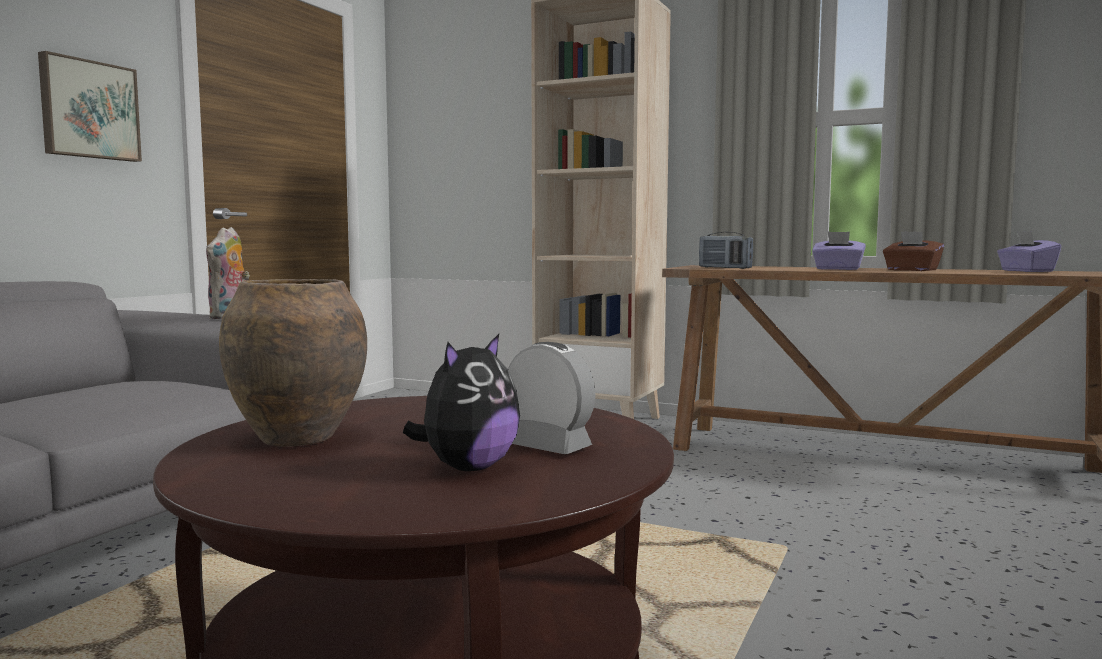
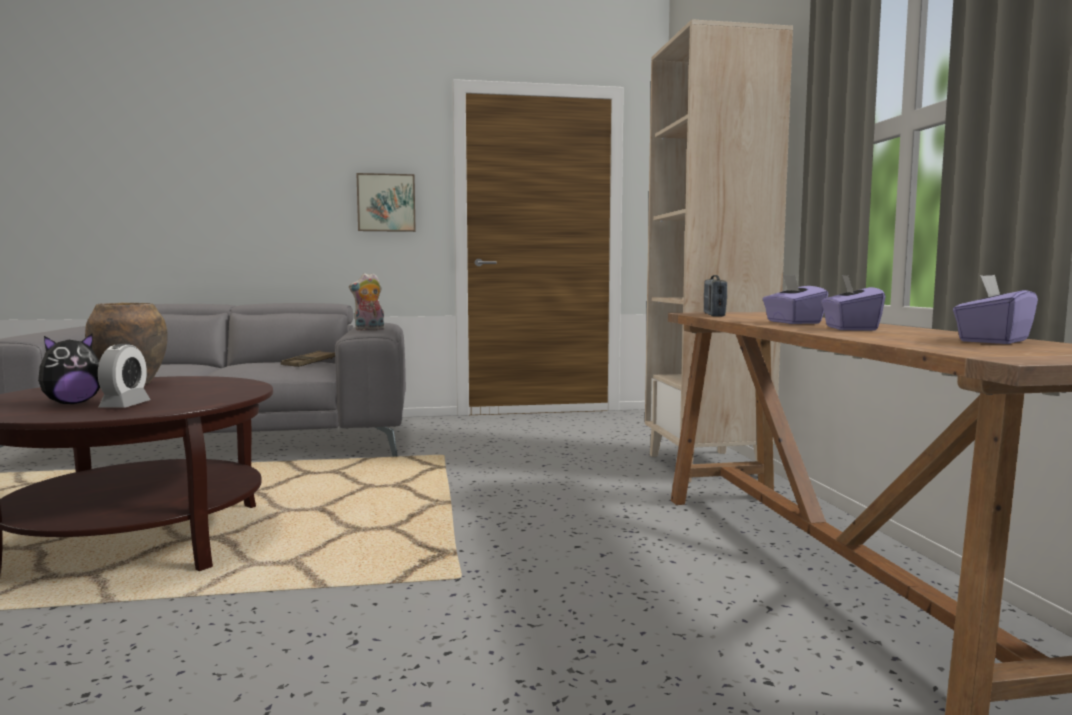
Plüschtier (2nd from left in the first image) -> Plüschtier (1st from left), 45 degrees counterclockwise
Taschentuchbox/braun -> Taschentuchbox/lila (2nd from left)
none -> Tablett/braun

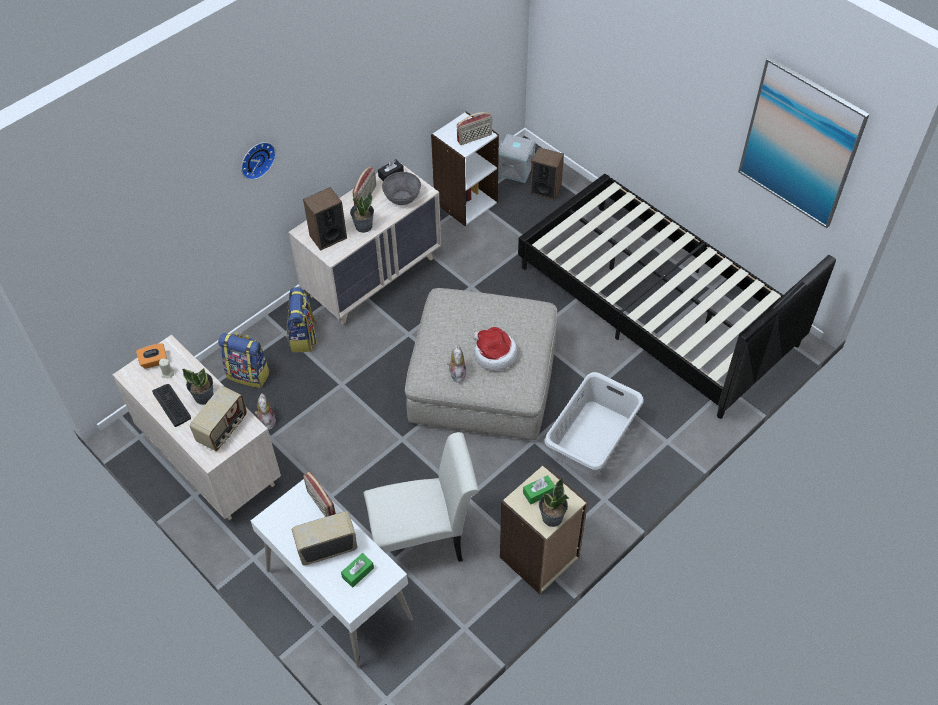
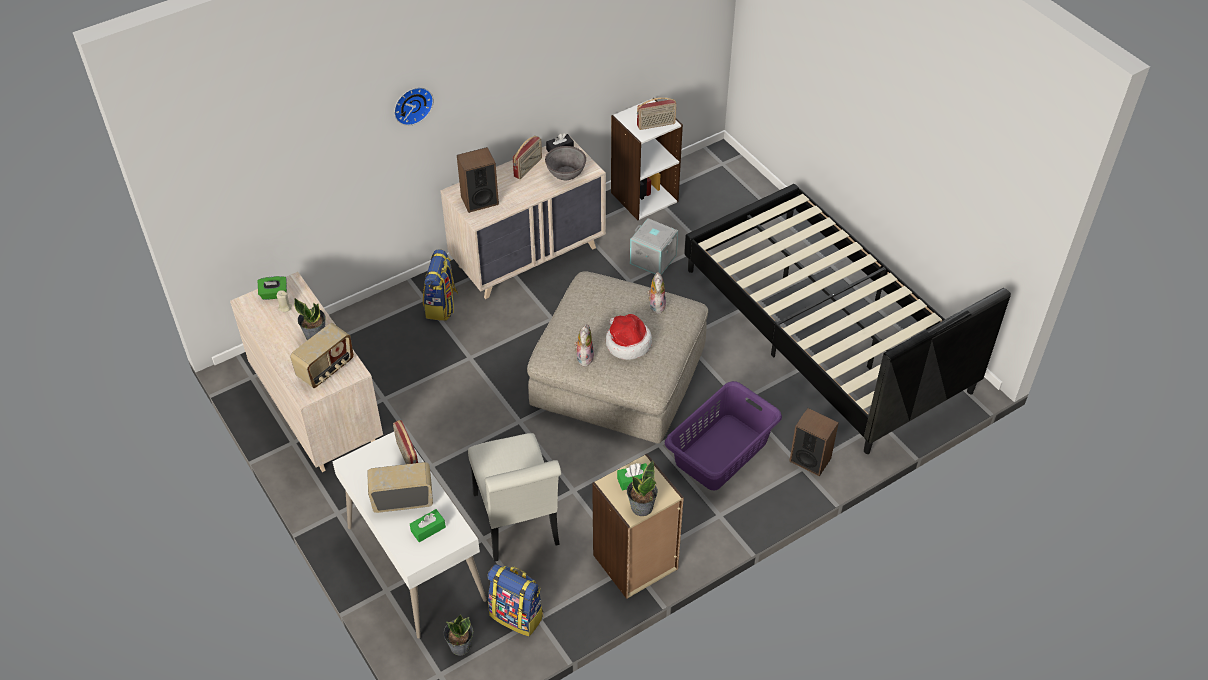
Taschentuchbox/orange -> Taschentuchbox/grün (1st from left)
Tastatur -> none
Rucksack (1st from left in the first image) -> Rucksack (2nd from left), moved
Plüschtier (1st from left in the first image) -> Plüschtier (2nd from left), moved
Topfpflanze (2nd from left), moved
Stuhl/weiß, 75 degrees clockwise
Aufbewahrungsbox/grau, moved
Lautsprecher (2nd from left), moved
Wäschekorb/grau -> Wäschekorb/lila
Bild -> none

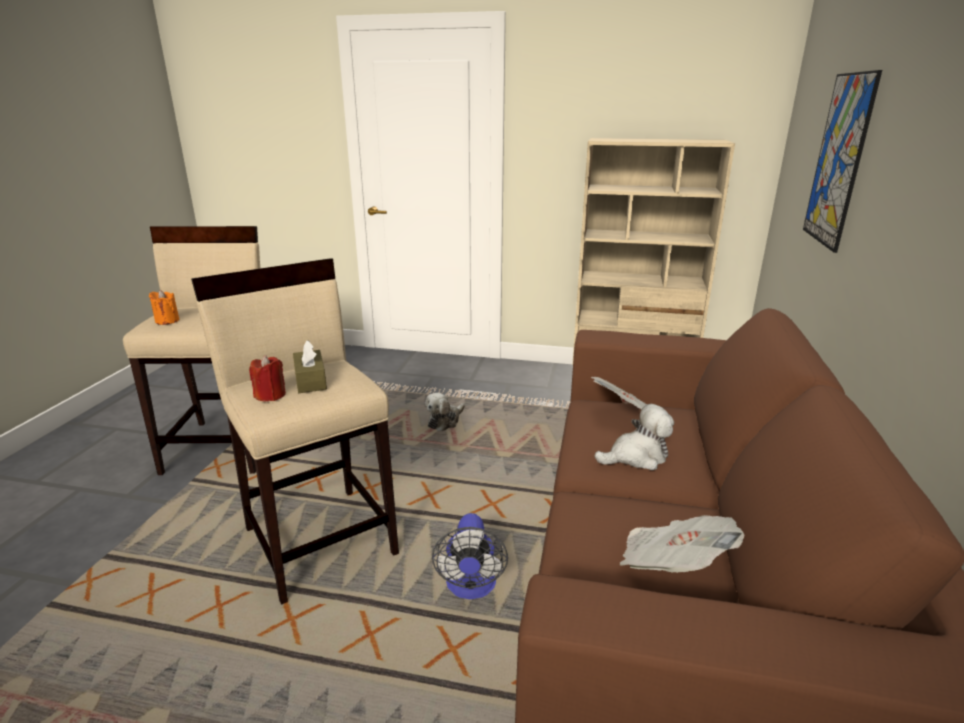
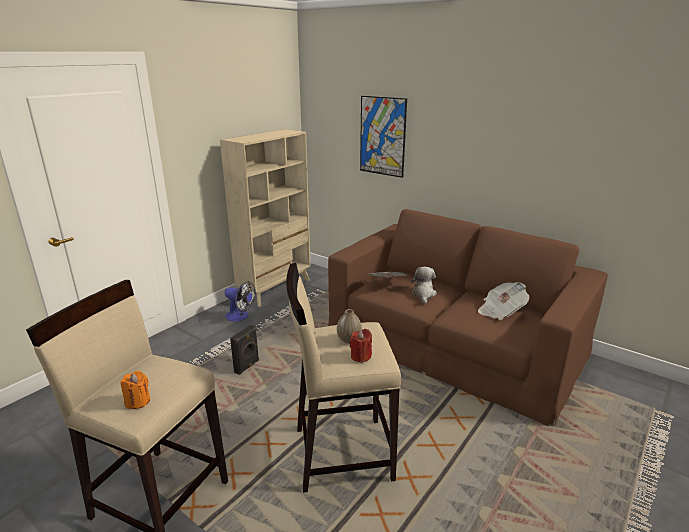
Taschentuchbox/braun -> Vase
Plüschtier (1st from left) -> Lautsprecher/schwarz
Ventilator, moved

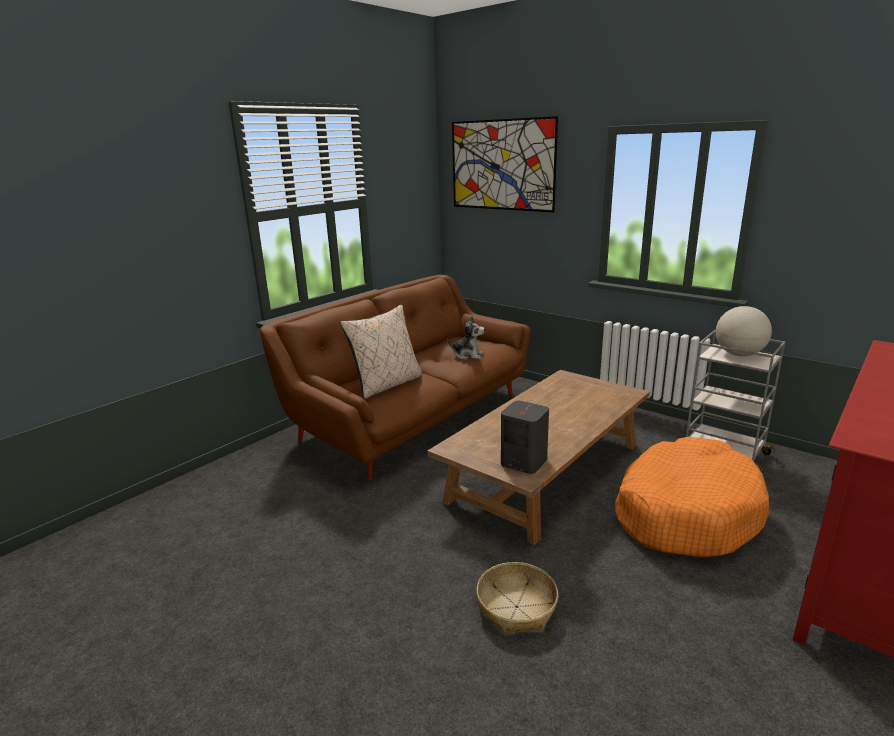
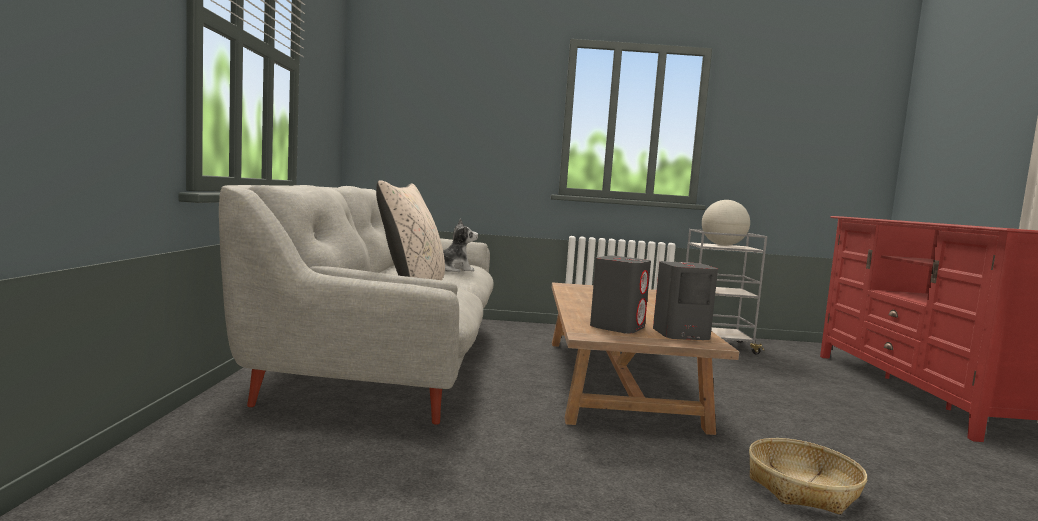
Sofa/braun -> Sofa/grau
Bild -> none
Hundebett/orange -> none
none -> Lautsprecher/grau (1st from left)

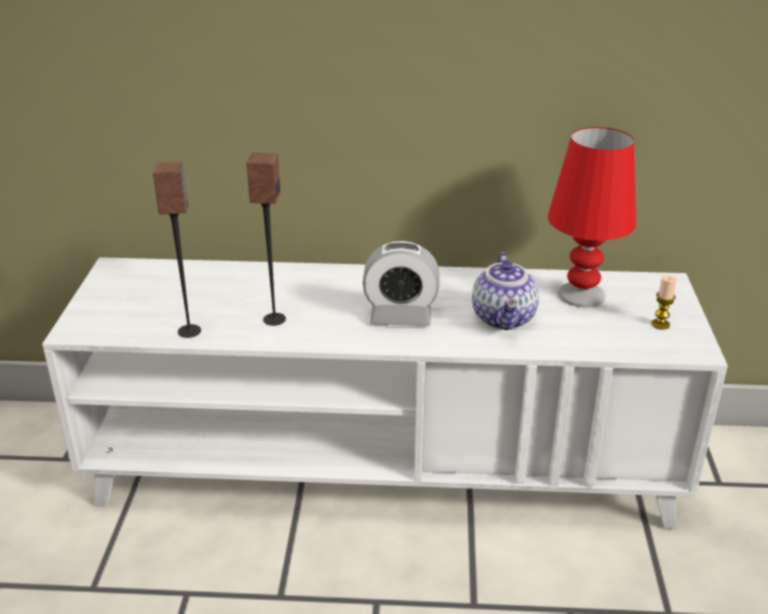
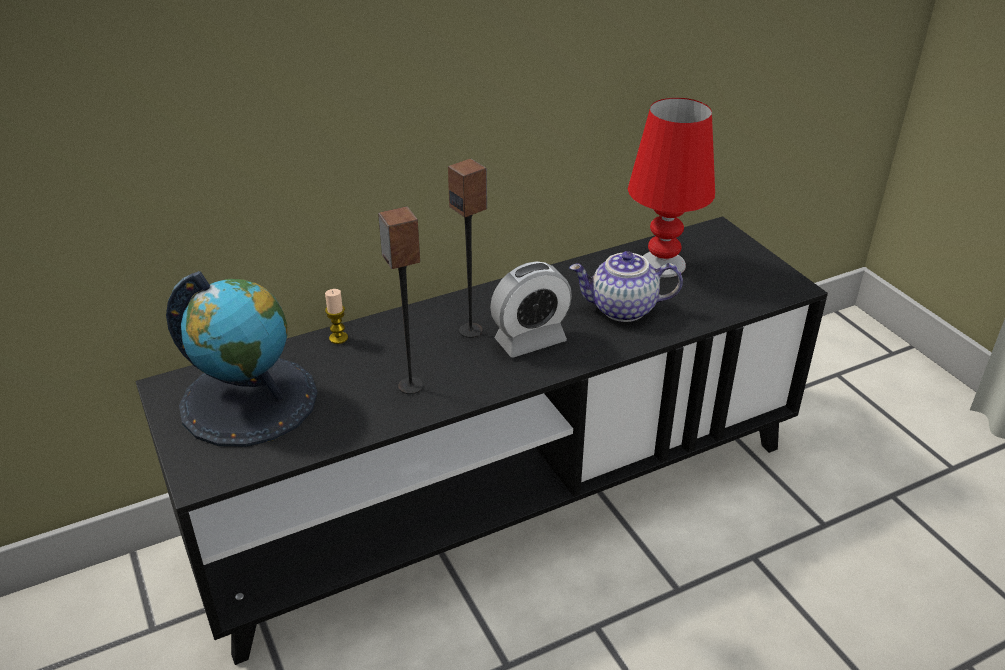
Fernsehschrank/weiß -> Fernsehschrank/schwarz
Lautsprecher (1st from left in the first image) -> Lautsprecher (2nd from left), moved
Teekanne, 120 degrees clockwise
Kerze, moved
none -> Globus

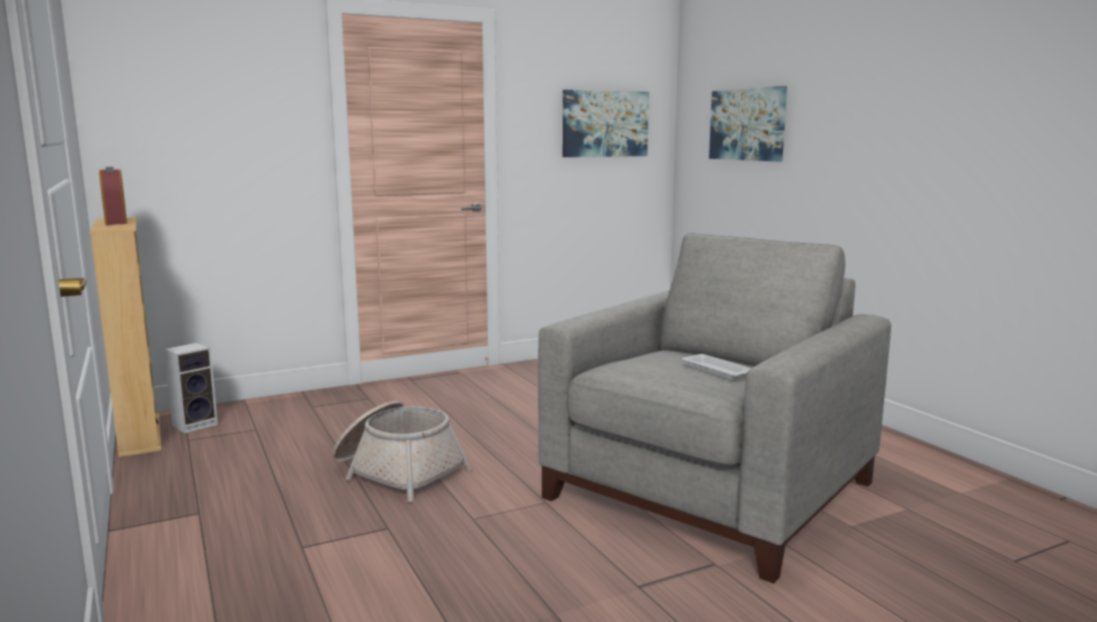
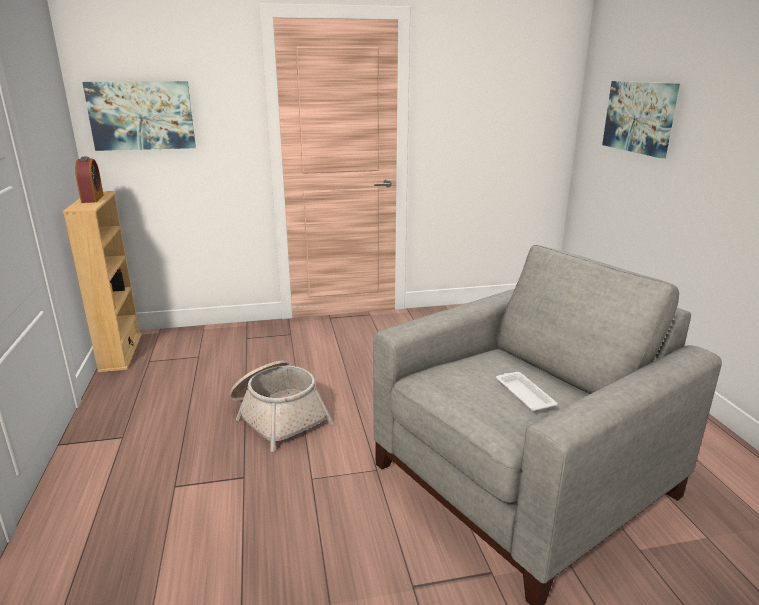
Lautsprecher -> none
Bild (1st from left), moved

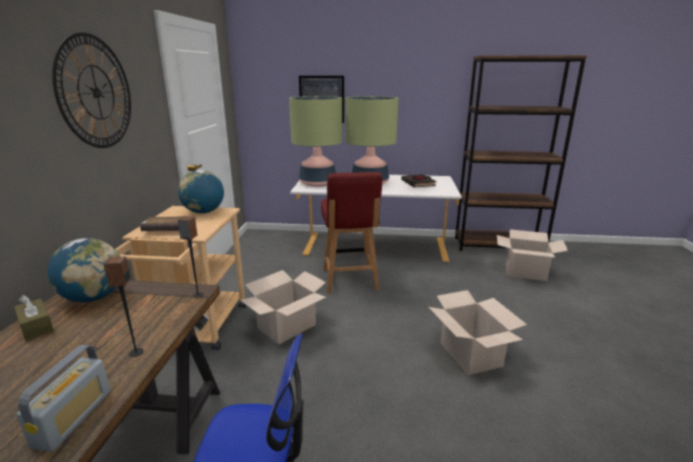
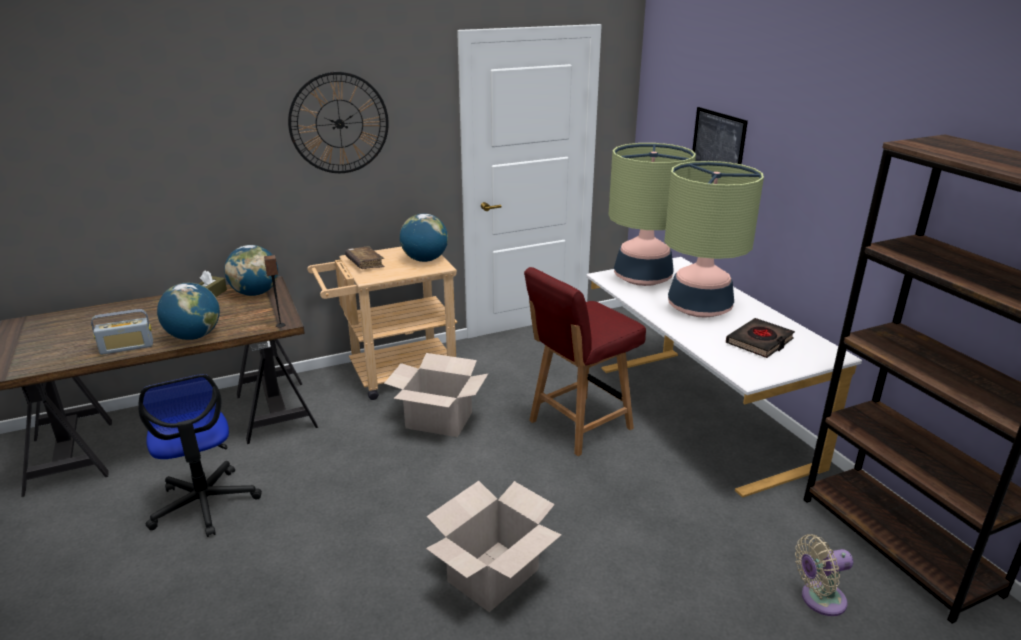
Lautsprecher (1st from left) -> Globus (1st from left)
Karton (3rd from left) -> Ventilator/beige

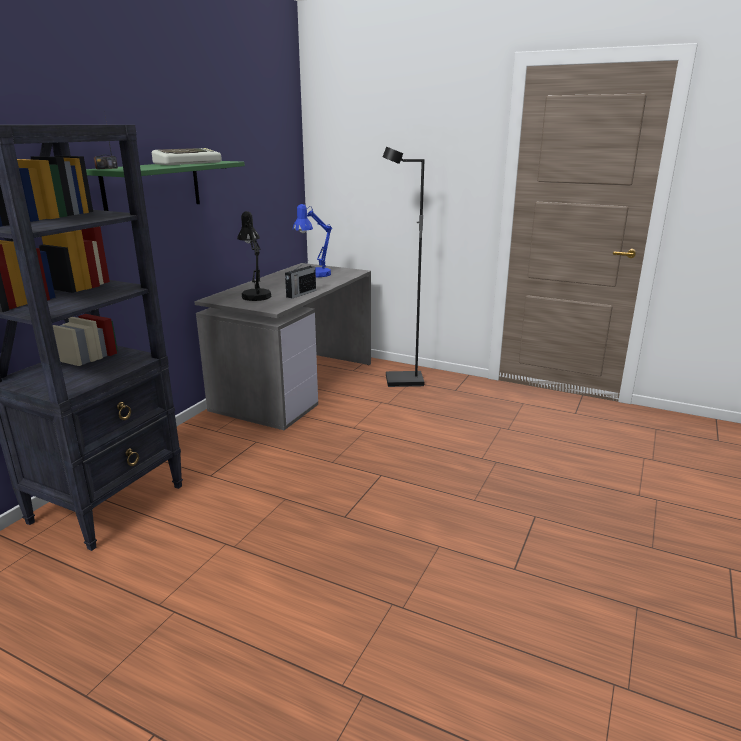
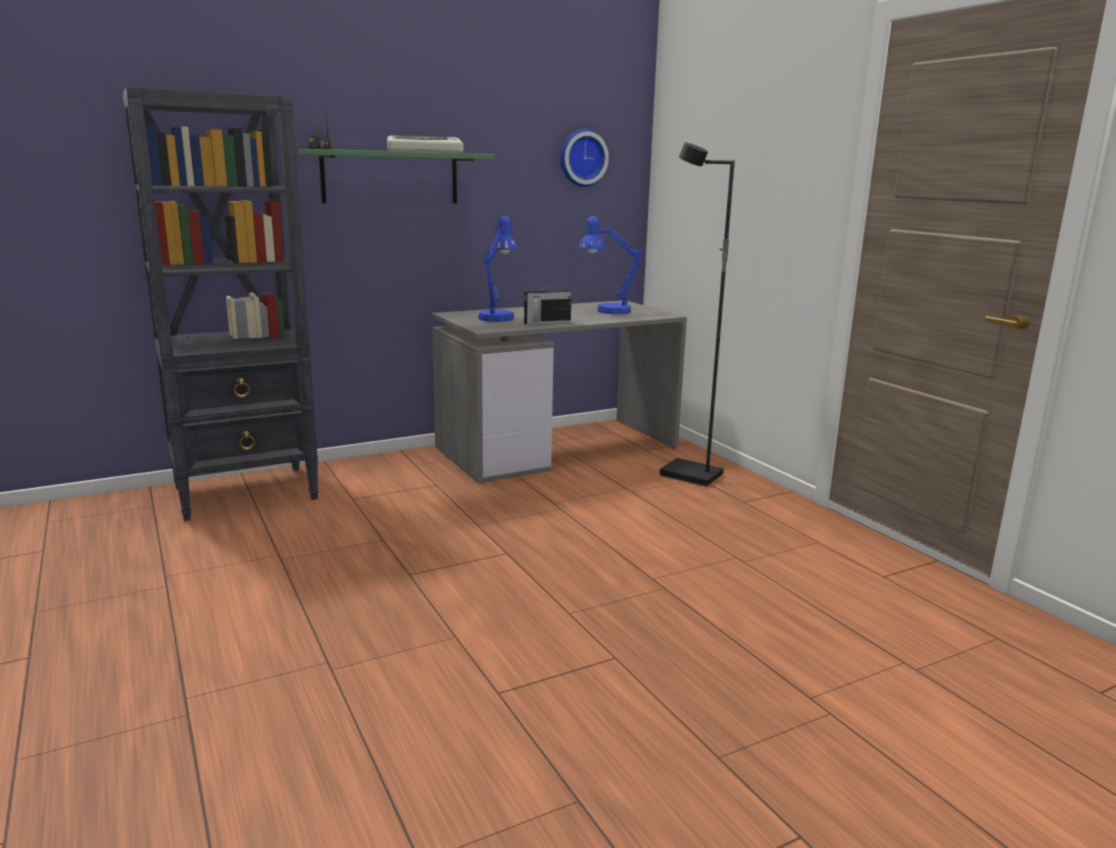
Tischlampe/schwarz -> Tischlampe/blau (1st from left)
none -> Wanduhr

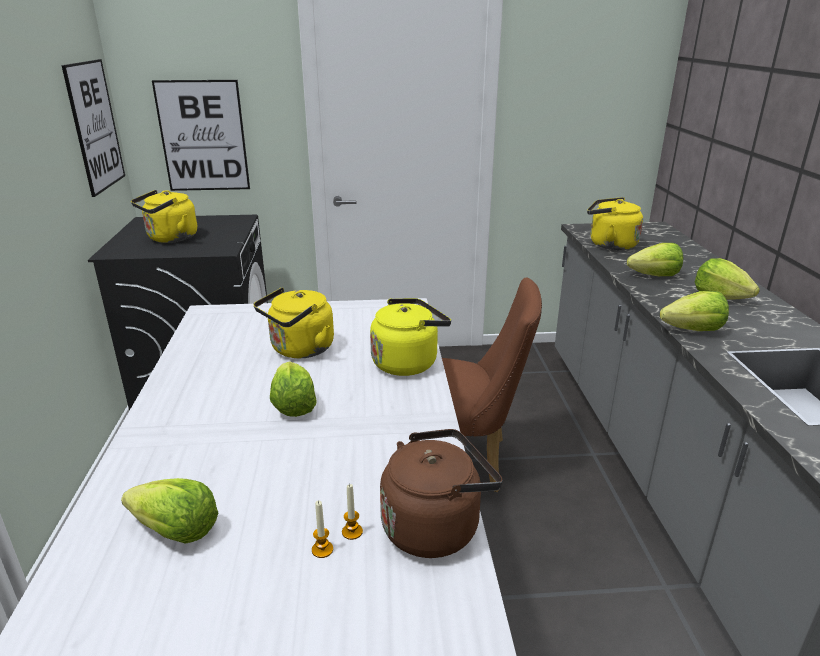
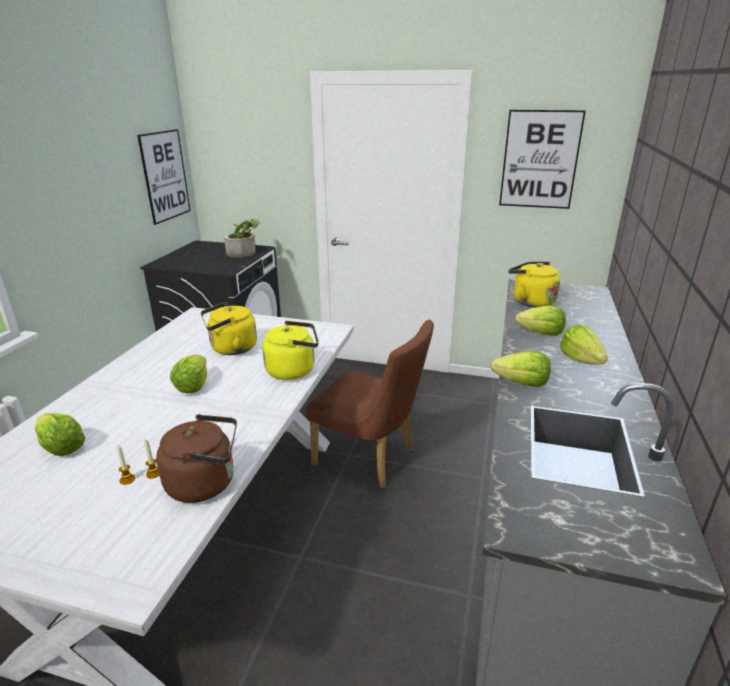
Wasserkessel/gelb (1st from left) -> none
Bild (2nd from left), moved
none -> Topfpflanze

